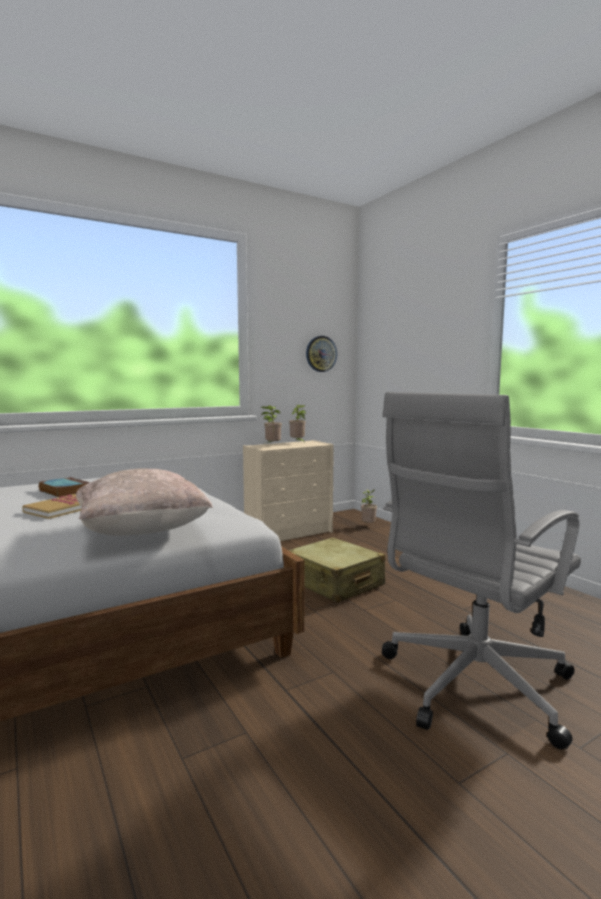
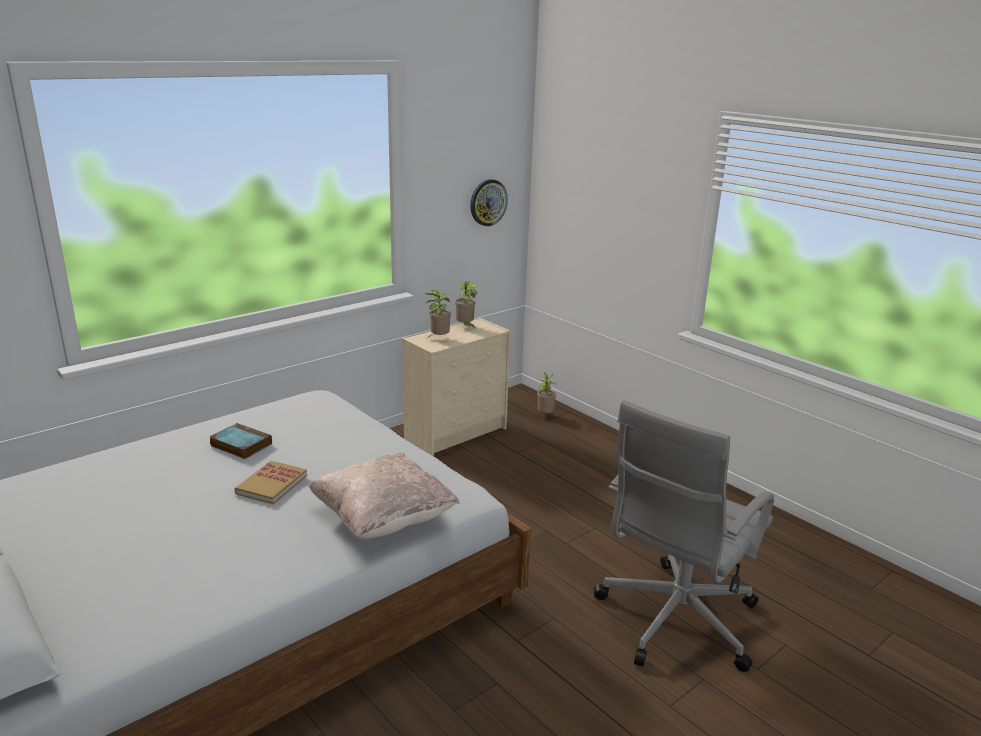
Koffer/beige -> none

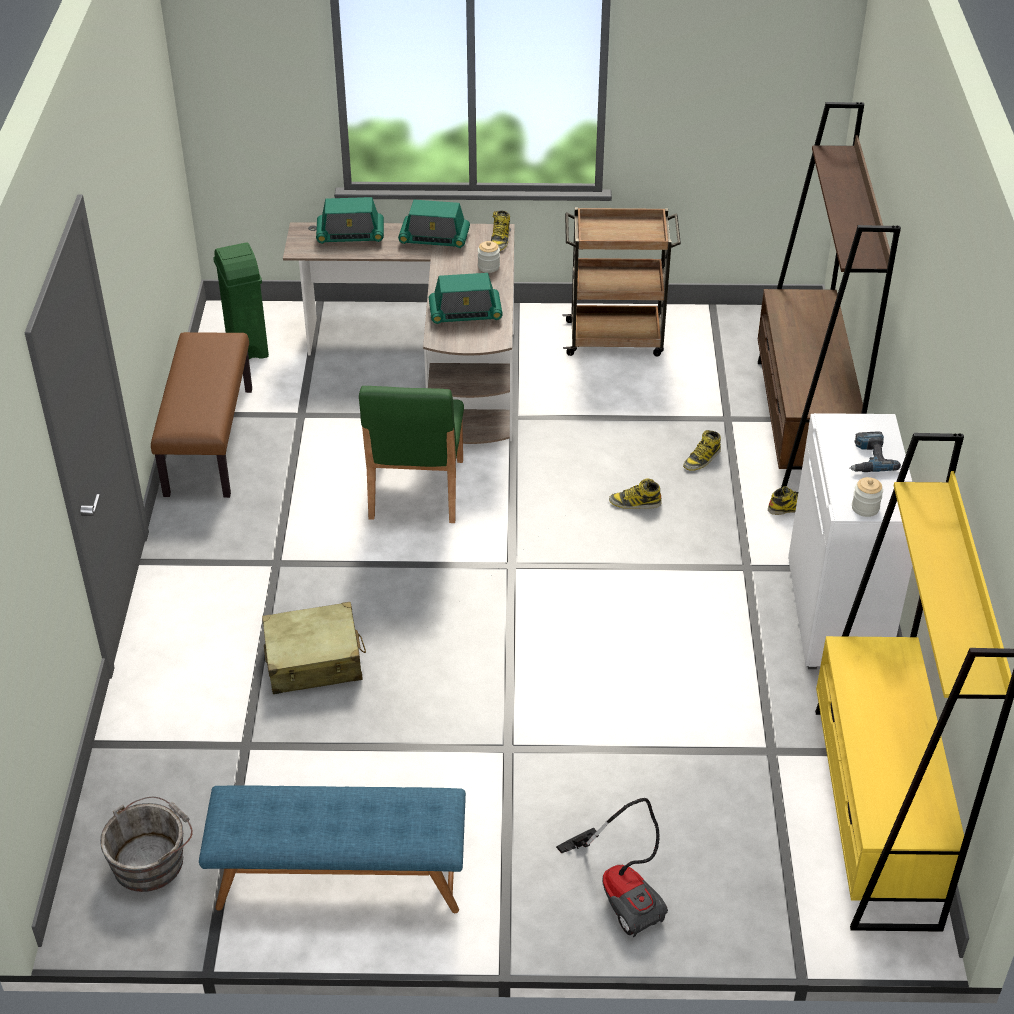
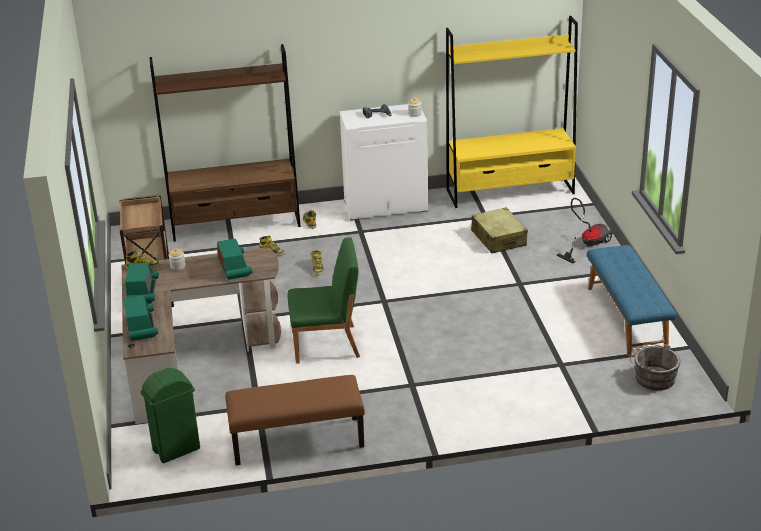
Koffer/beige, moved

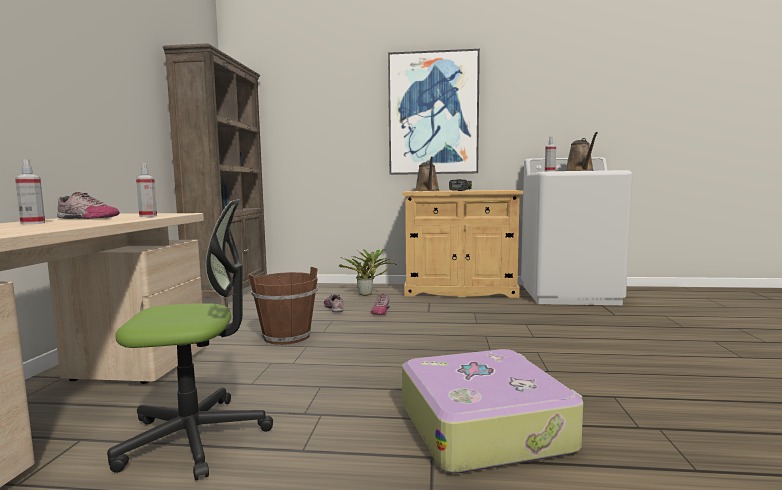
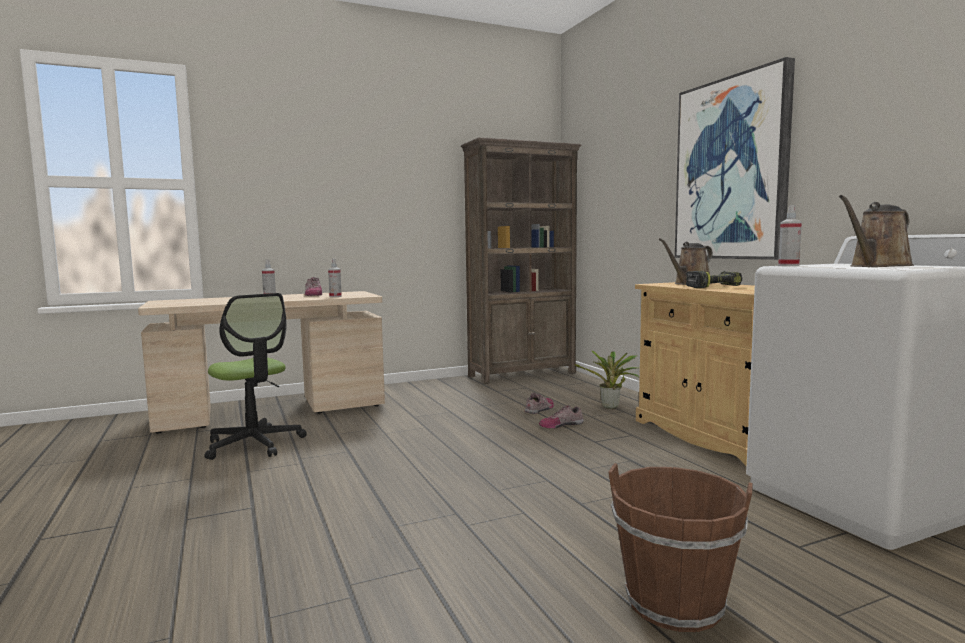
Eimer/braun, moved
Koffer -> none

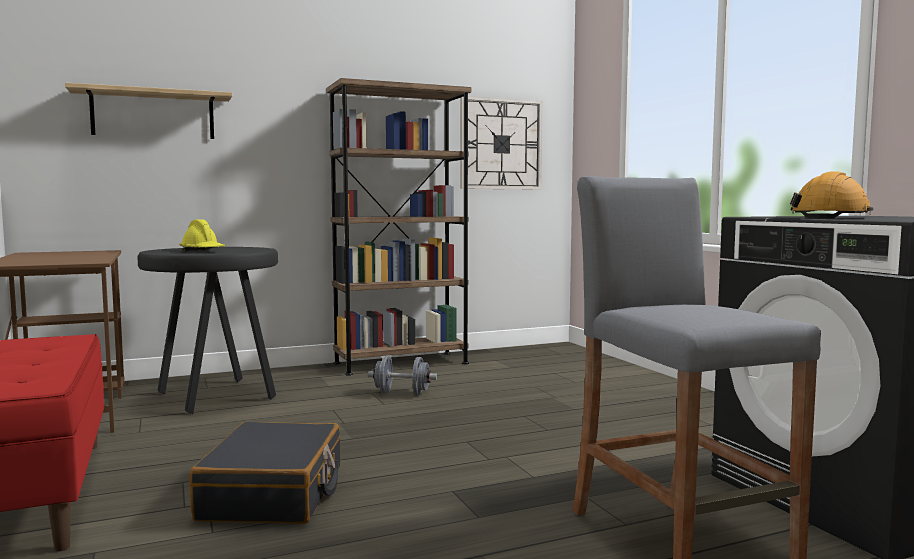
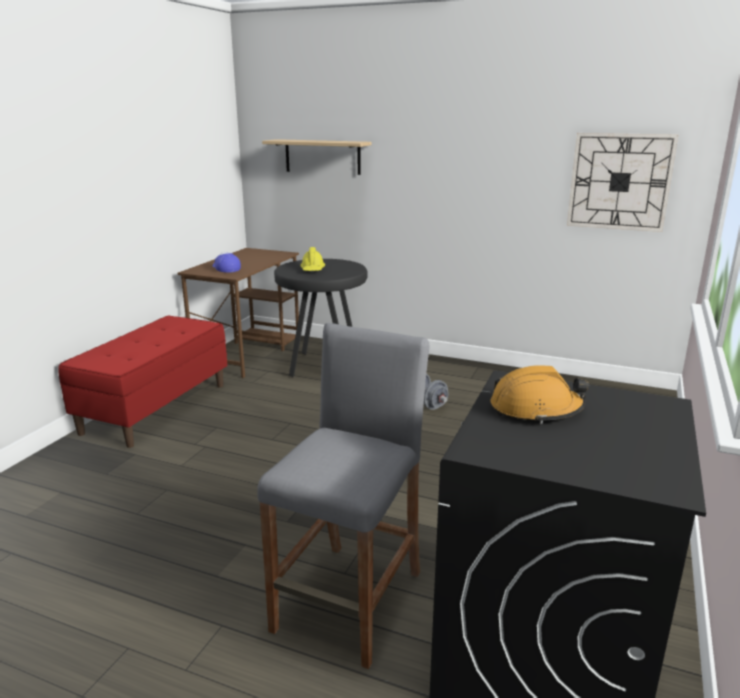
Koffer/schwarz -> none
Bücherregal/braun -> none
none -> Kappe

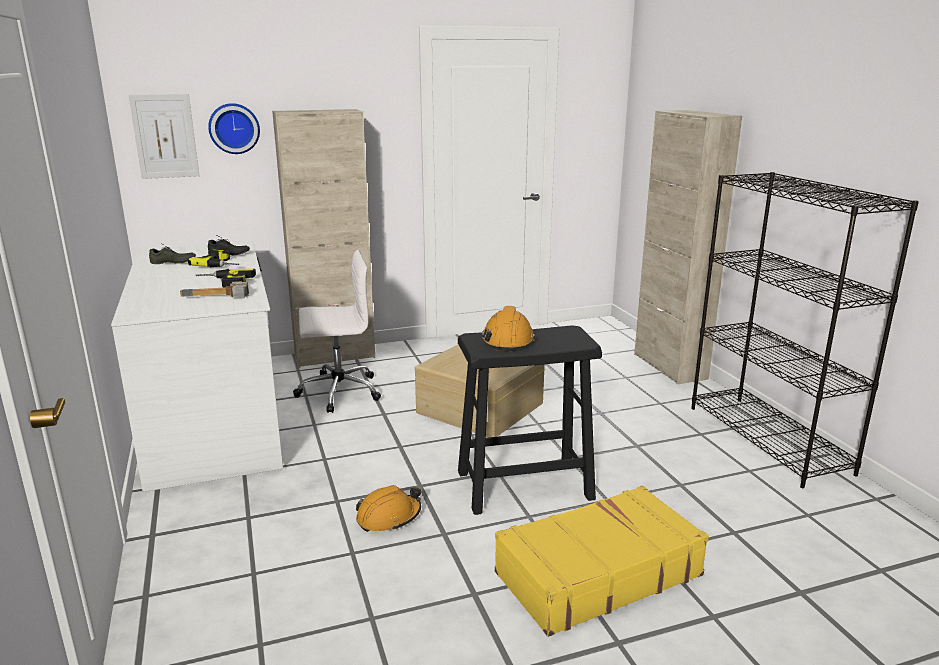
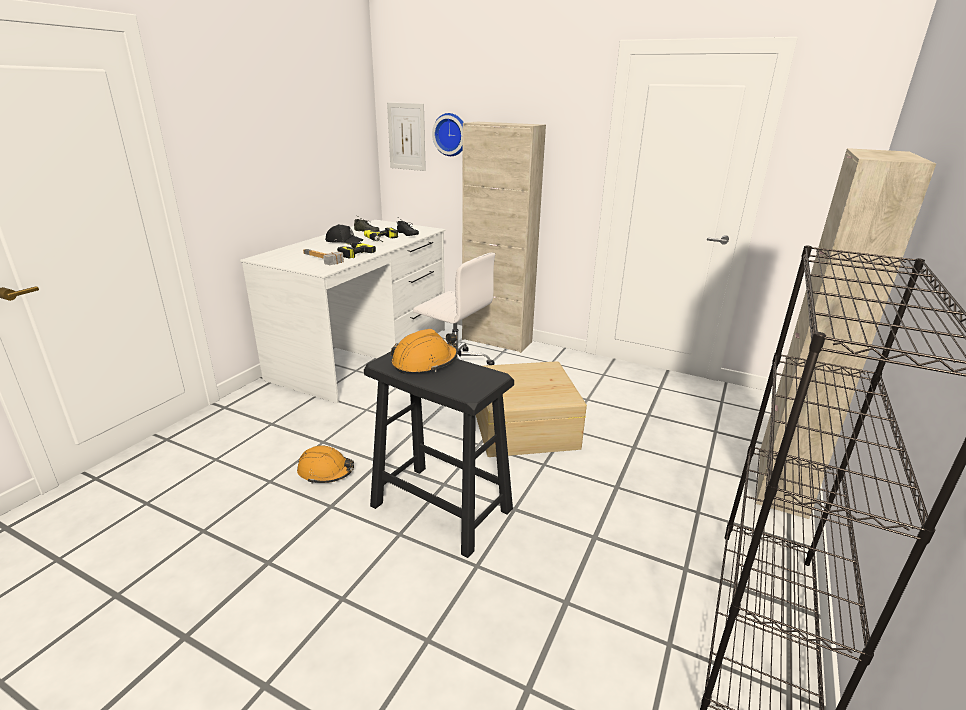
Koffer/gelb -> none
none -> Kappe/schwarz

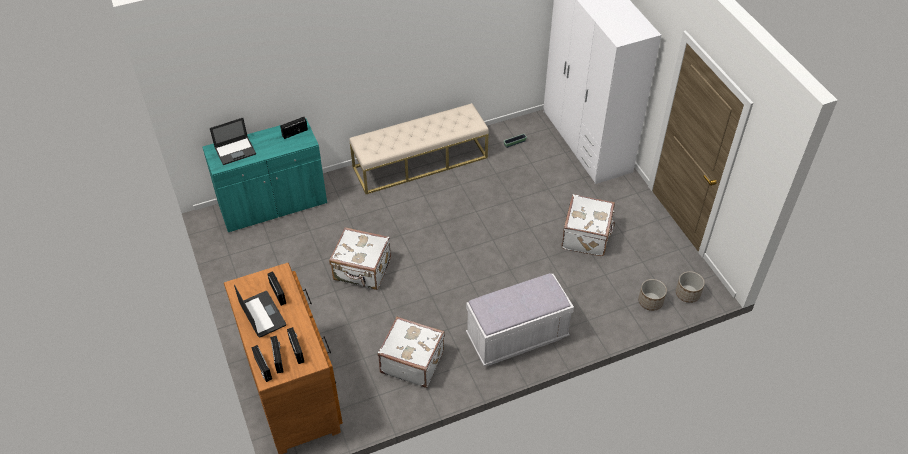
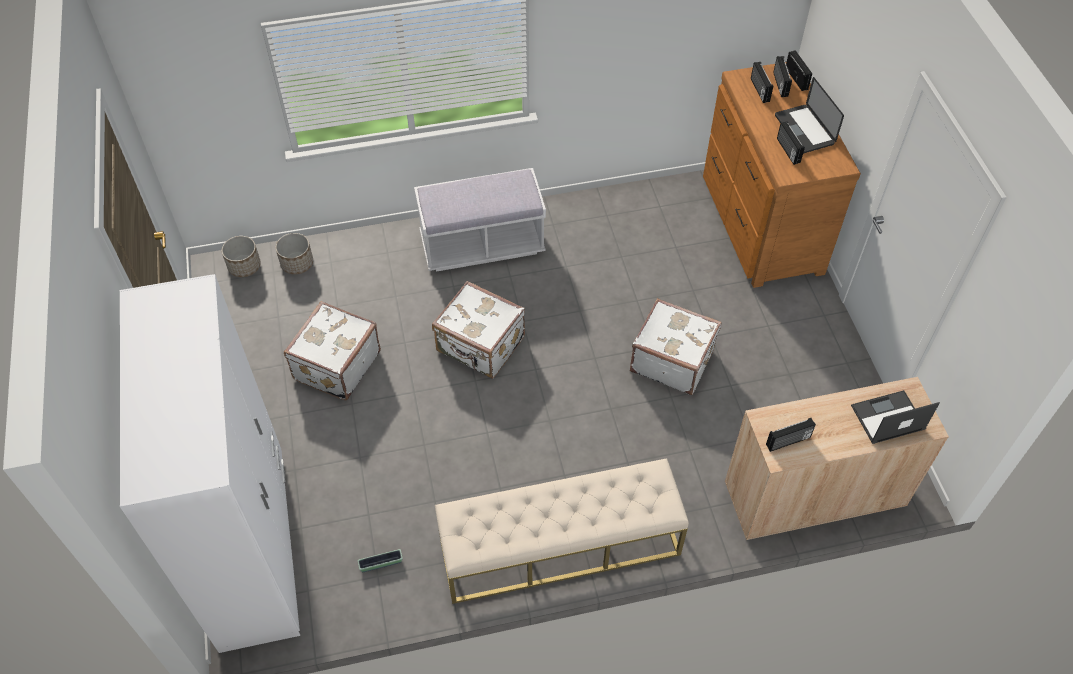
Schrank/türkis -> Schrank/beige
Koffer/weiß (2nd from left), moved

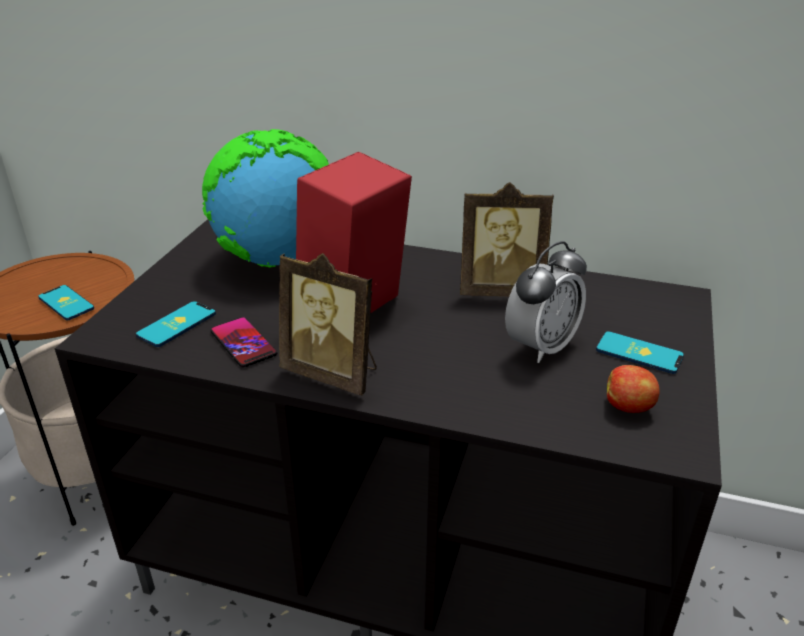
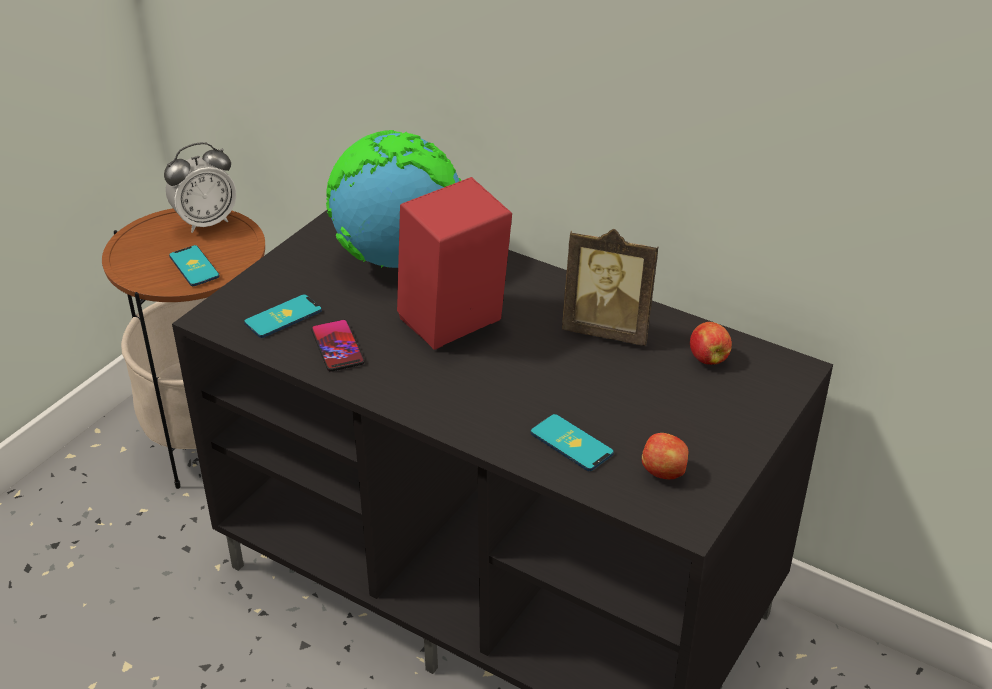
Bilderrahmen (1st from left) -> none
Wecker, moved
Handy (4th from left), moved
none -> Apfel (2nd from left)

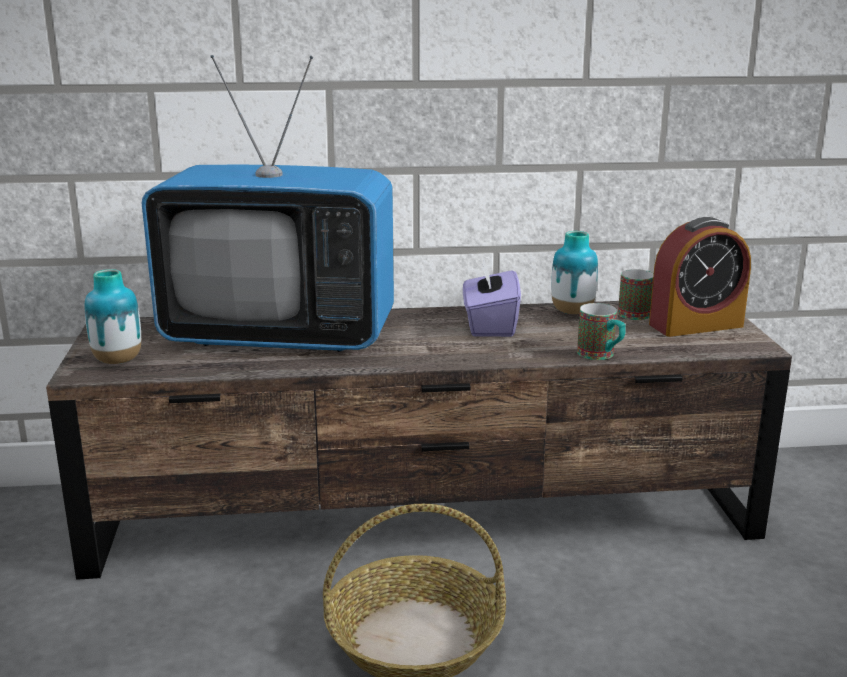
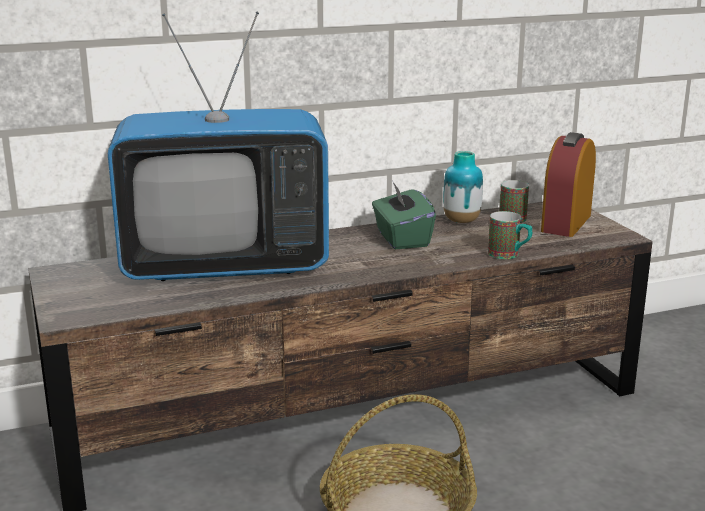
Vase (1st from left) -> none
Taschentuchbox/lila -> Taschentuchbox/grün
Wecker, 150 degrees clockwise

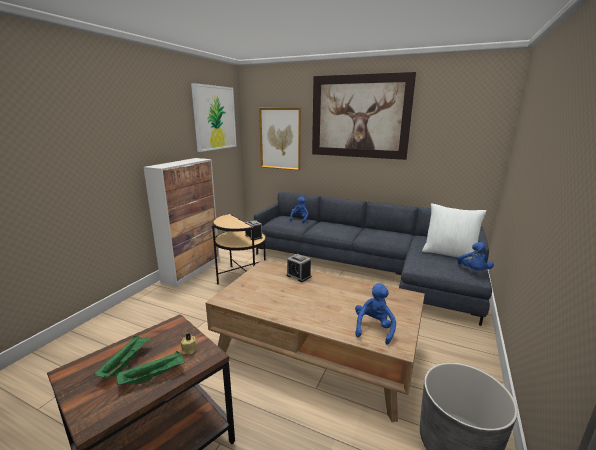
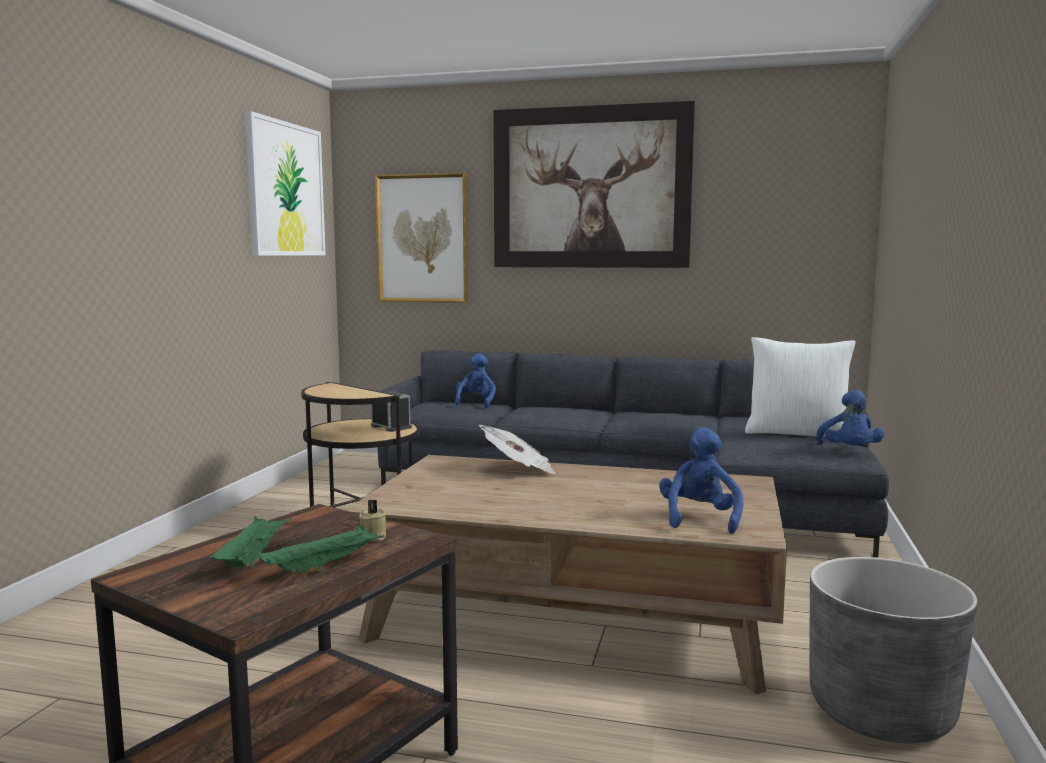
Schrank -> none
Wecker (2nd from left) -> Zeitung

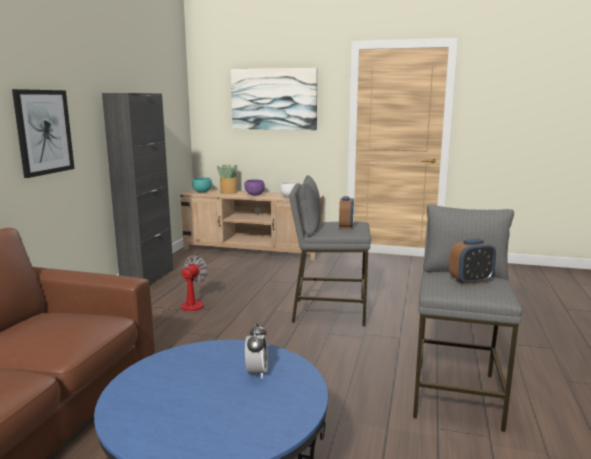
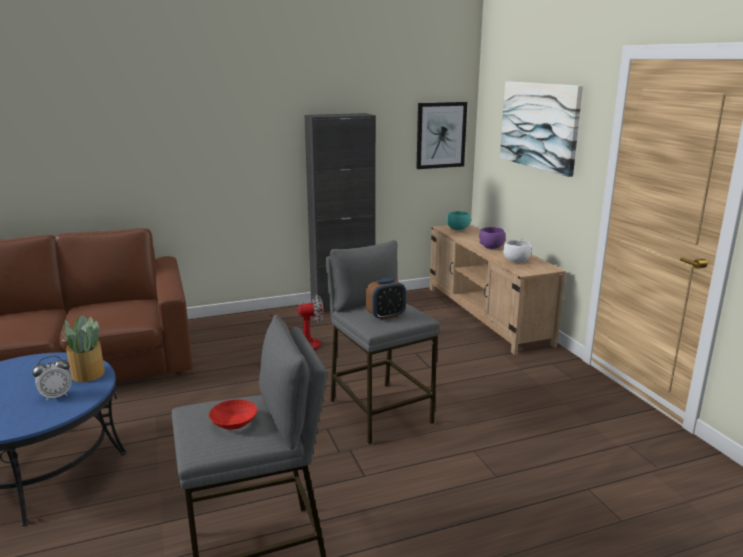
Bild (1st from left), moved
Topfpflanze, moved
Wecker (3rd from left) -> Schüssel/rot

